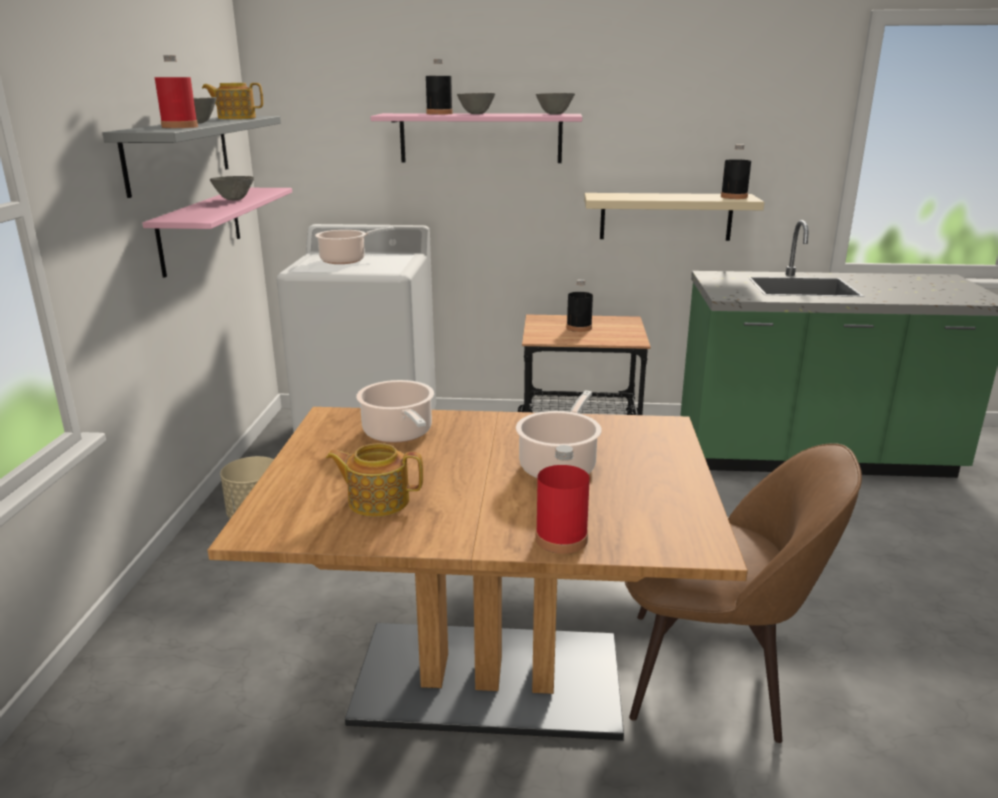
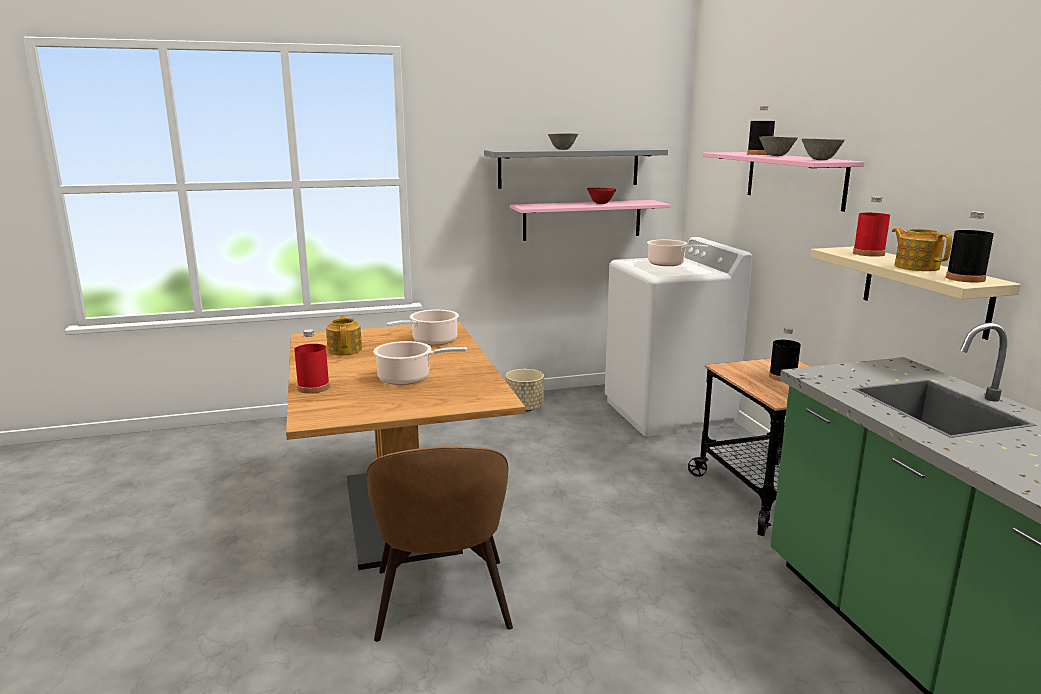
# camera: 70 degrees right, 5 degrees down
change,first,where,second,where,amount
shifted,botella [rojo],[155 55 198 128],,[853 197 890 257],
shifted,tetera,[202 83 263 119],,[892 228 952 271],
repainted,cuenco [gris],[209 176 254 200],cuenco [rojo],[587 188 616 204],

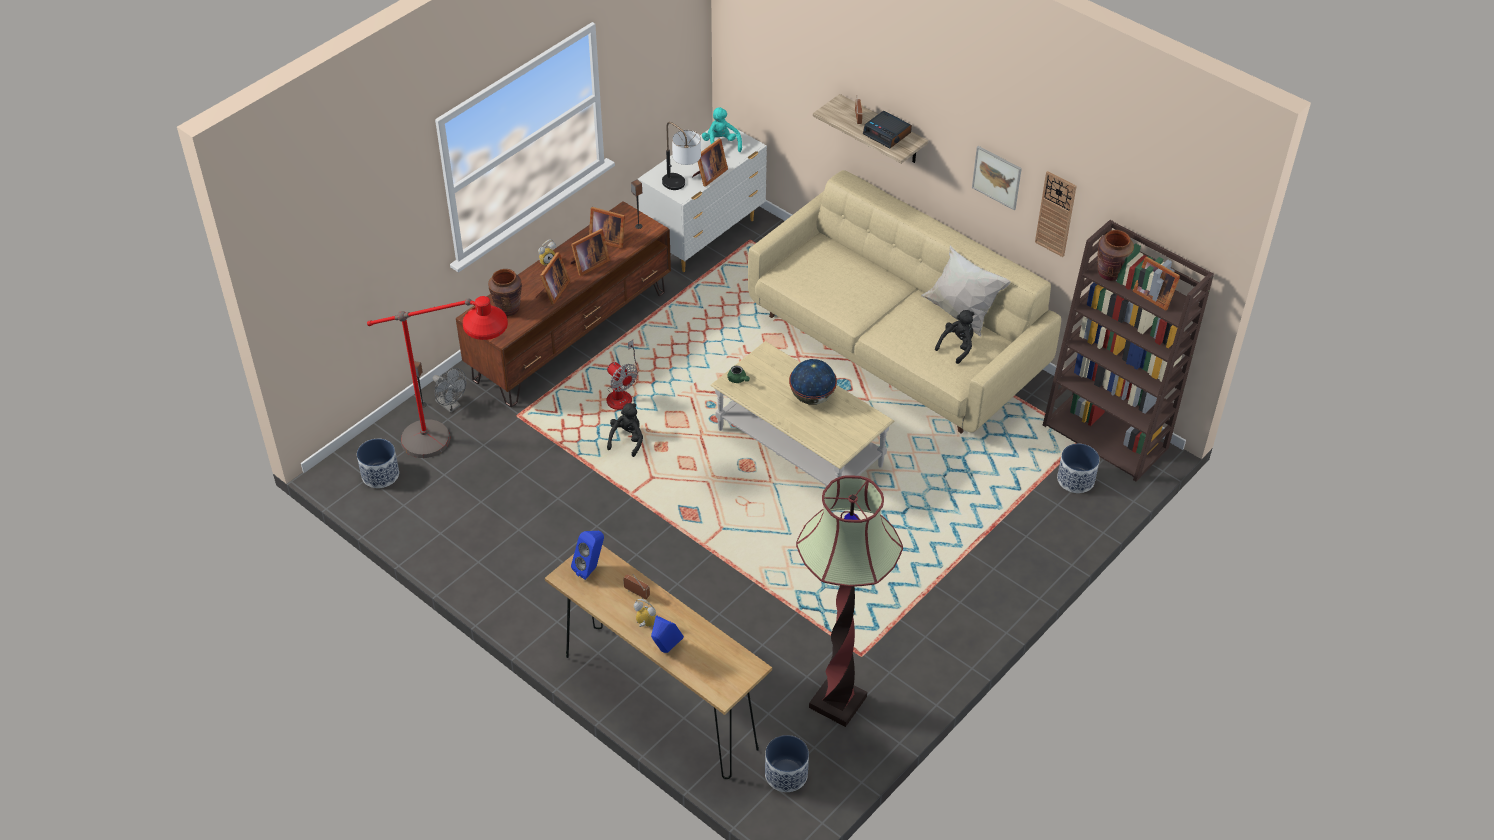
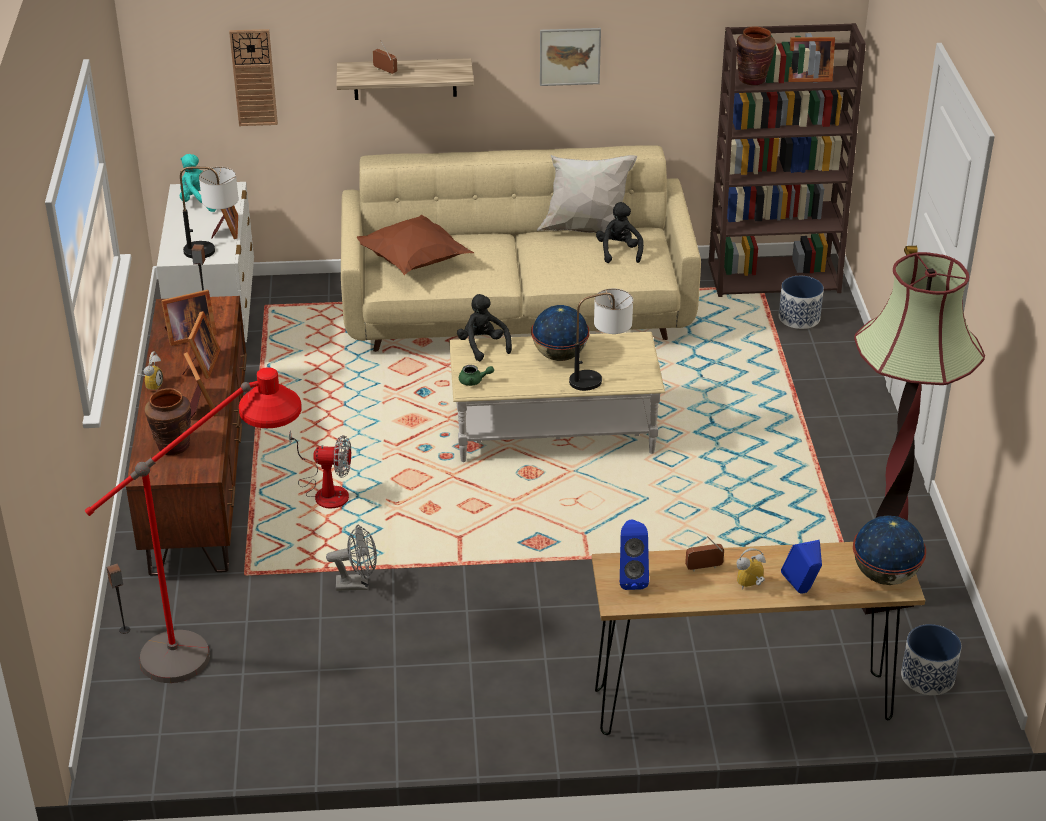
# camera: 45 degrees left, 10 degrees down
change,first,where,second,where,amount
gone,maceta,[357 439 399 488],,,
shifted,ventilador [gris],[432 368 466 413],,[326 524 377 591],
shifted,peluche [negro],[607 403 643 457],,[457 294 512 361],
gone,despertador,[863 111 912 148],,,
shifted,reloj de pared,[1035 171 1077 257],,[229 29 278 126],
new,,,cojín [marrón],[357 215 474 275],
new,,,lámpara de mesa,[569 288 633 391],
new,,,globo terráqueo,[853 515 926 585],

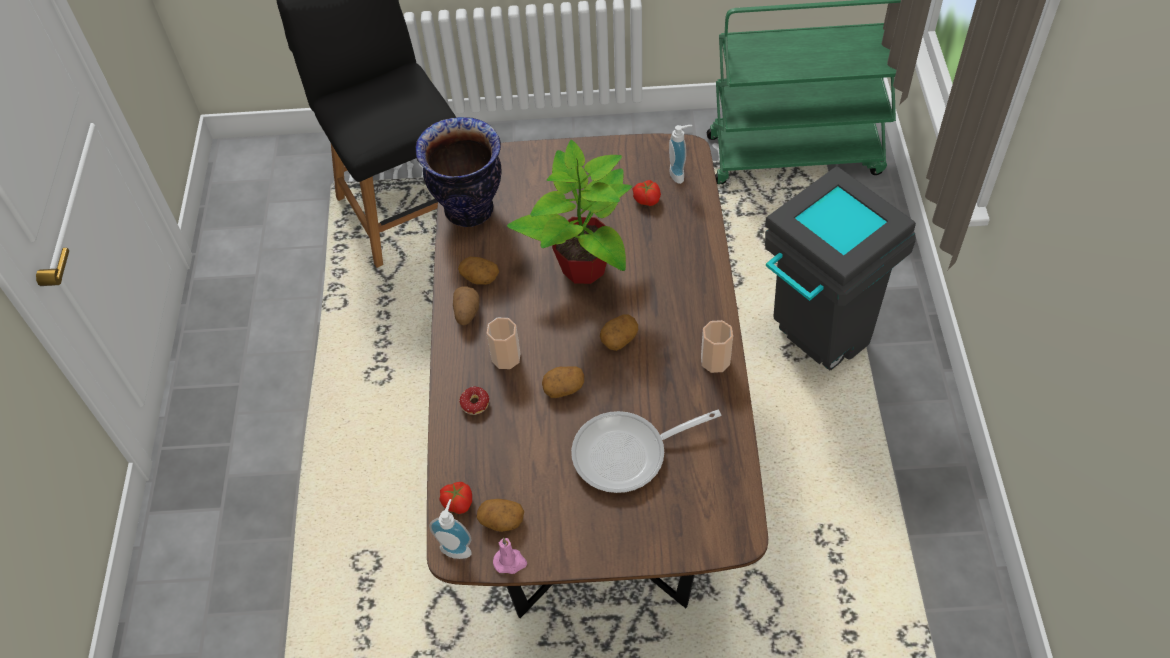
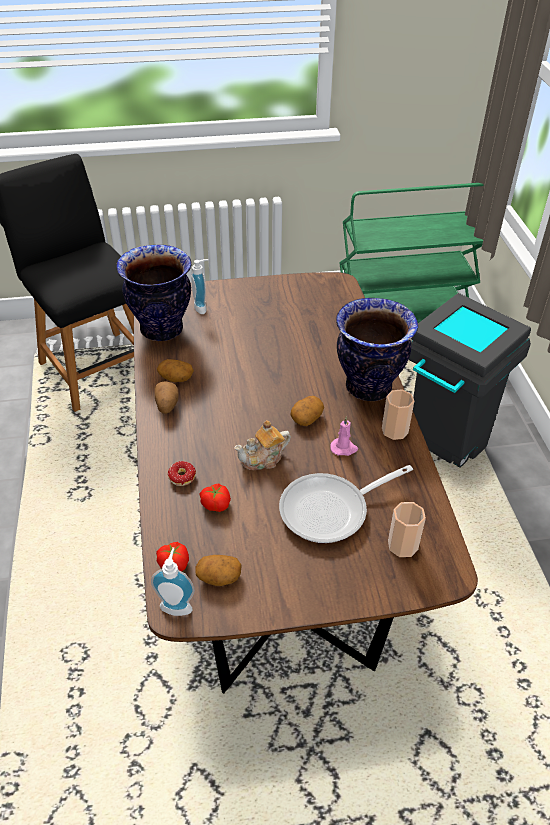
# camera: 10 degrees left, 10 degrees down
change,first,where,second,where,amount
shifted,taza,[486 318 521 369],,[388 502 426 557],
shifted,vela [rosa],[493 538 527 574],,[330 416 358 456],
gone,planta en maceta,[507 140 632 284],,,
swapped,patata,[542 366 584 398],tetera,[234 420 291 470],
shifted,tomate,[632 180 661 206],,[199 484 231 512],
shifted,dispensador de jabón,[669 125 692 184],,[191 259 209 314],
new,,,florero,[336 298 418 401],

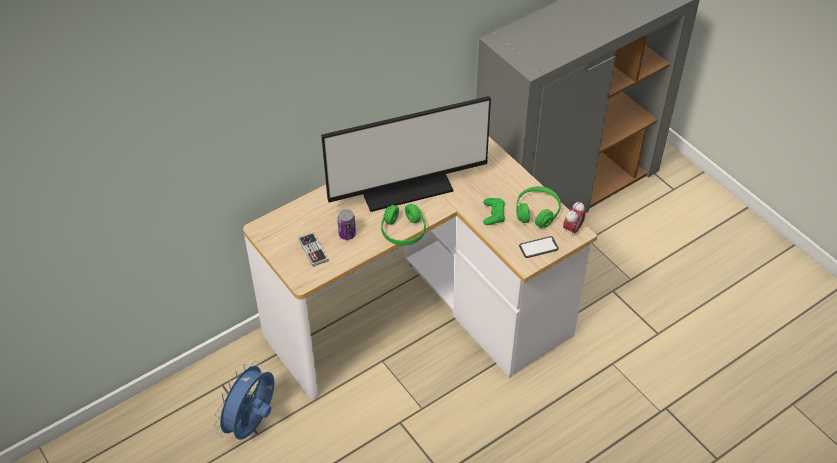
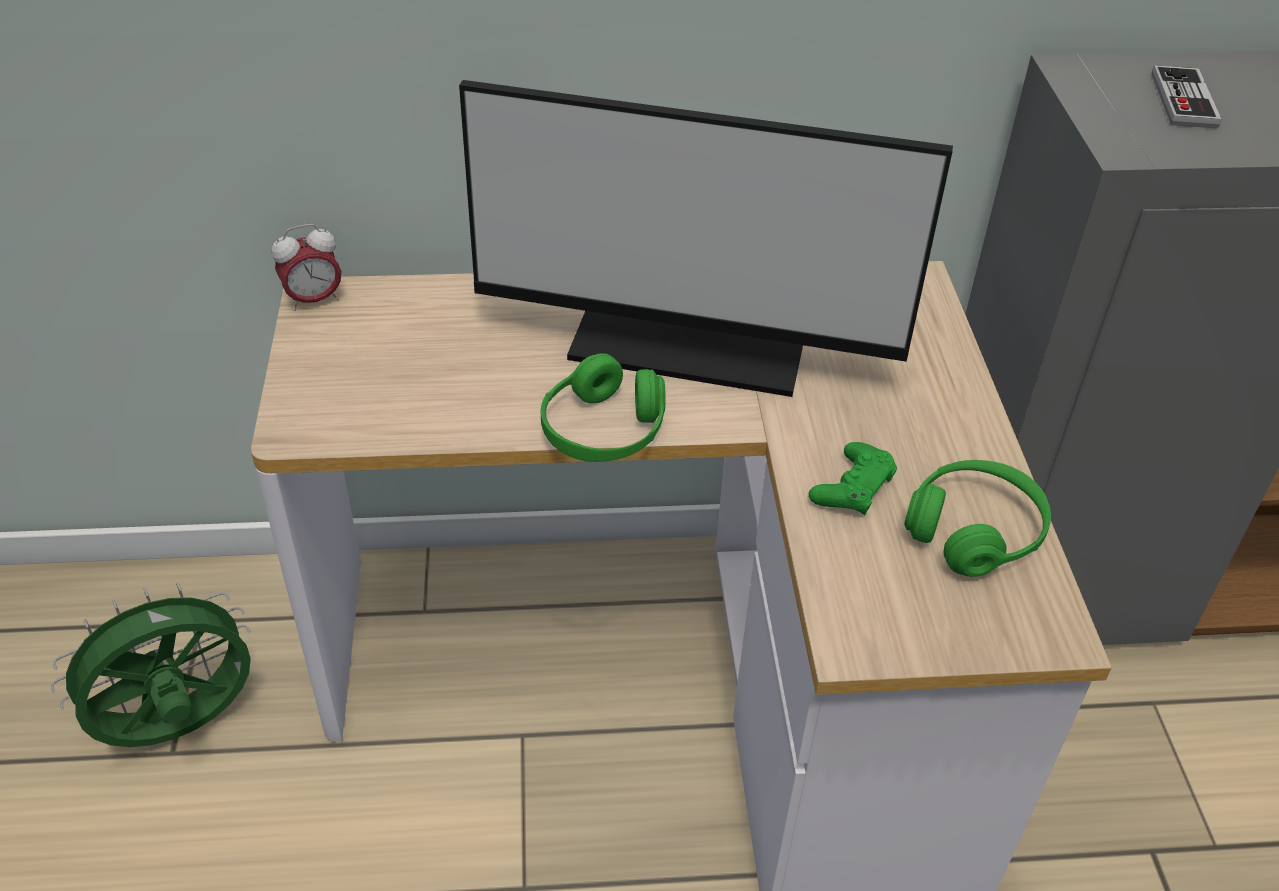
# camera: 30 degrees right, 5 degrees down
change,first,where,second,where,amount
repainted,ventilador [azul],[214 361 275 440],ventilador [verde],[51 583 251 747],
shifted,mando de consola,[298 232 329 267],,[1151 65 1221 129],
gone,lata,[337 210 356 240],,,
gone,móvil,[519 236 559 258],,,
shifted,despertador,[563 202 586 237],,[272 224 341 311],

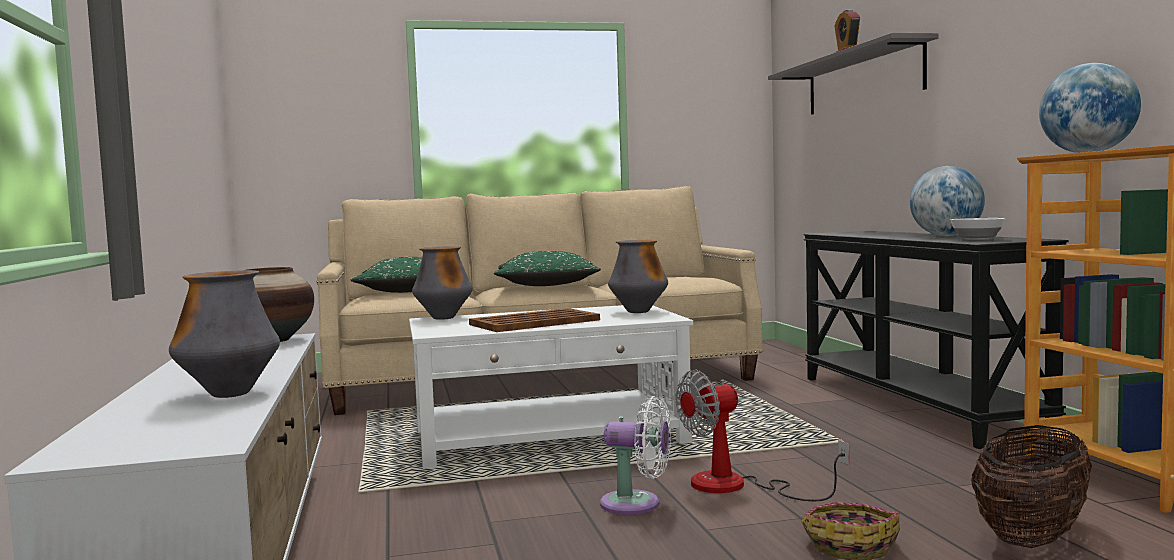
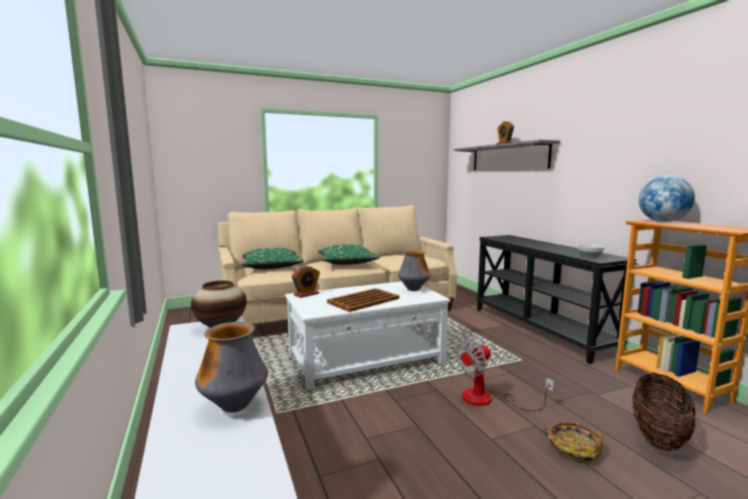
# camera: 10 degrees left, 5 degrees up
change,first,where,second,where,amount
swapped,florero,[412 246 473 320],despertador,[292 266 320 298],
gone,ventilador [blanco],[600 396 671 515],,,
gone,globo terráqueo,[910 166 985 236],,,

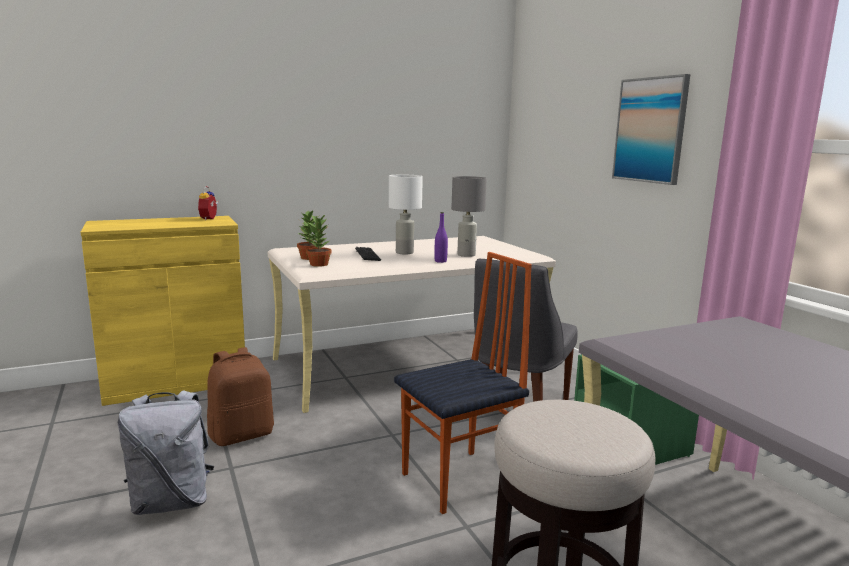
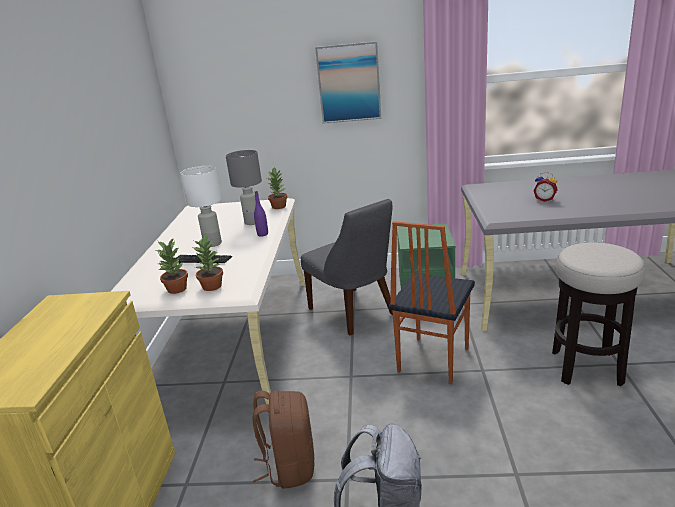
# camera: 60 degrees left, 10 degrees up
change,first,where,second,where,amount
shifted,despertador,[198 186 219 220],,[533 172 558 202],
rotated,silla,[394 252 532 514],,[389 221 475 384],150 degrees counterclockwise
new,,,planta en maceta,[267 167 287 209],

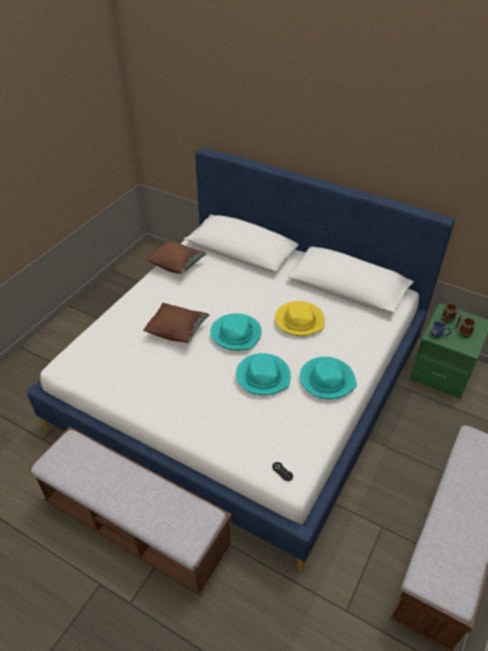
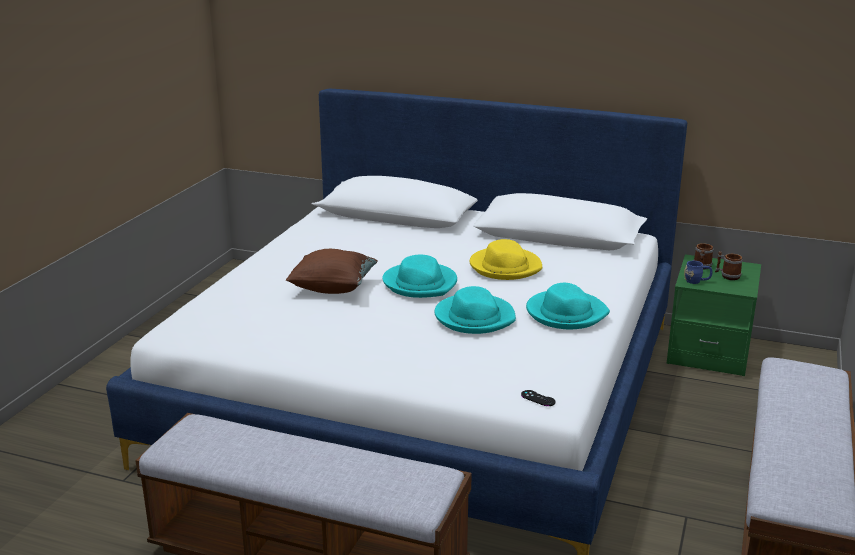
# camera: 10 degrees left, 20 degrees down
change,first,where,second,where,amount
gone,cojín [marrón],[146 241 206 274],,,

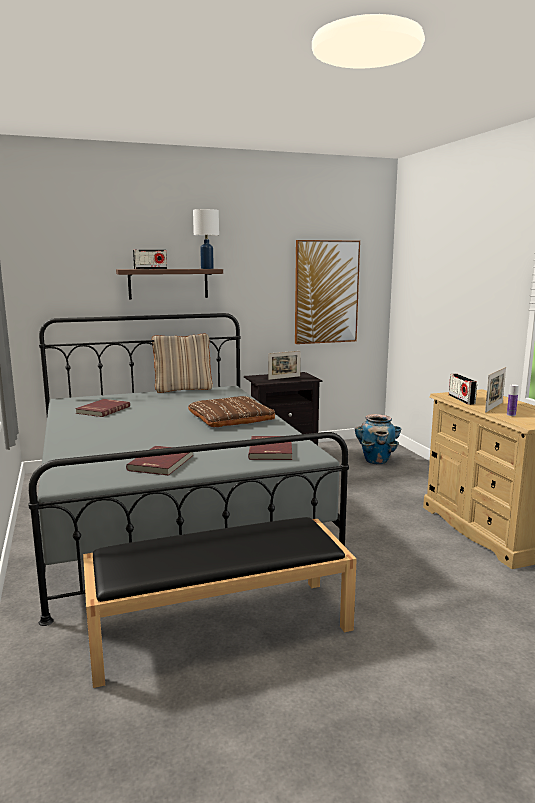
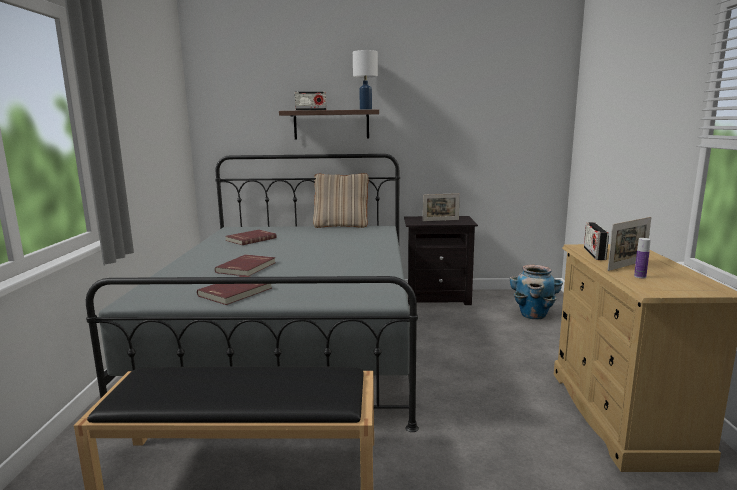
# camera: 20 degrees right, 0 degrees up
change,first,where,second,where,amount
gone,cojín [marrón],[188 396 275 427],,,
shifted,libro [rojo],[248 436 292 460],,[215 254 276 276],
gone,cuadro,[295 240 360 344],,,

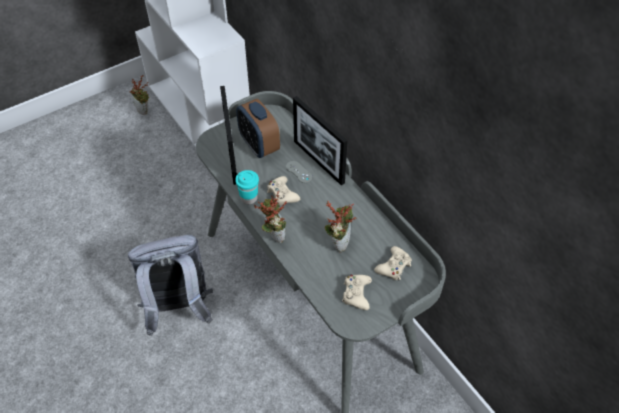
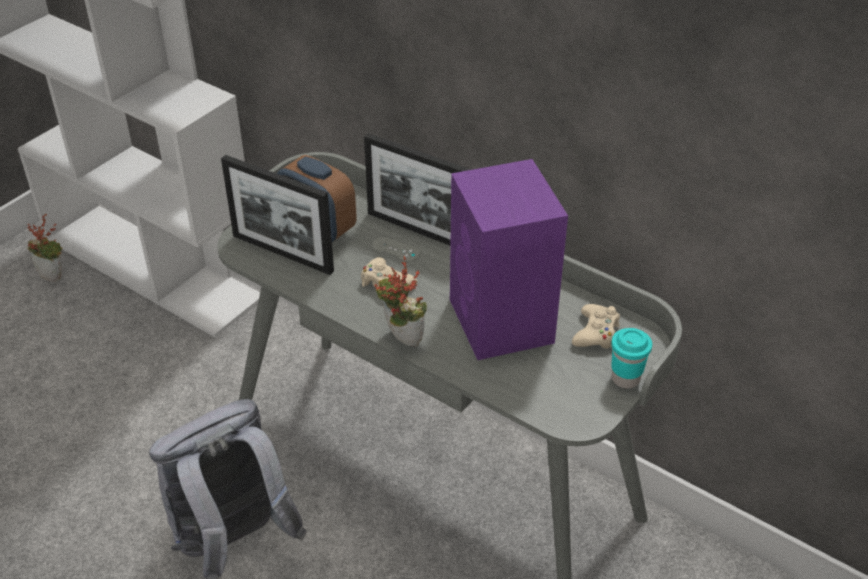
# camera: 20 degrees left, 10 degrees down
change,first,where,second,where,amount
rotated,portarretratos,[220 86 237 185],,[221 155 334 275],150 degrees clockwise
shifted,taza [turquesa],[235 170 259 204],,[611 328 652 389],
swapped,planta en maceta,[325 201 357 253],altavoz [morado],[450 159 568 360],
gone,mando de consola [beis],[342 275 372 310],,,

